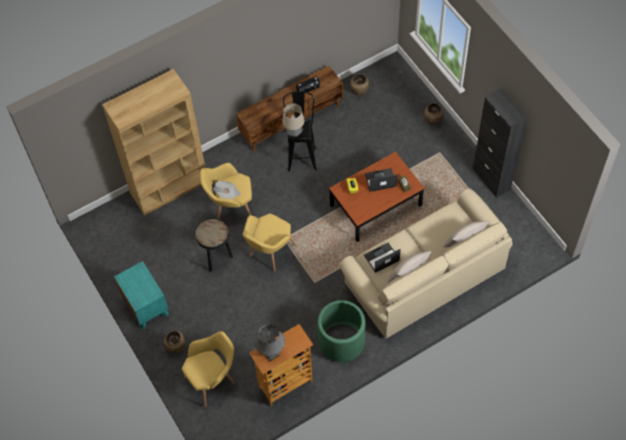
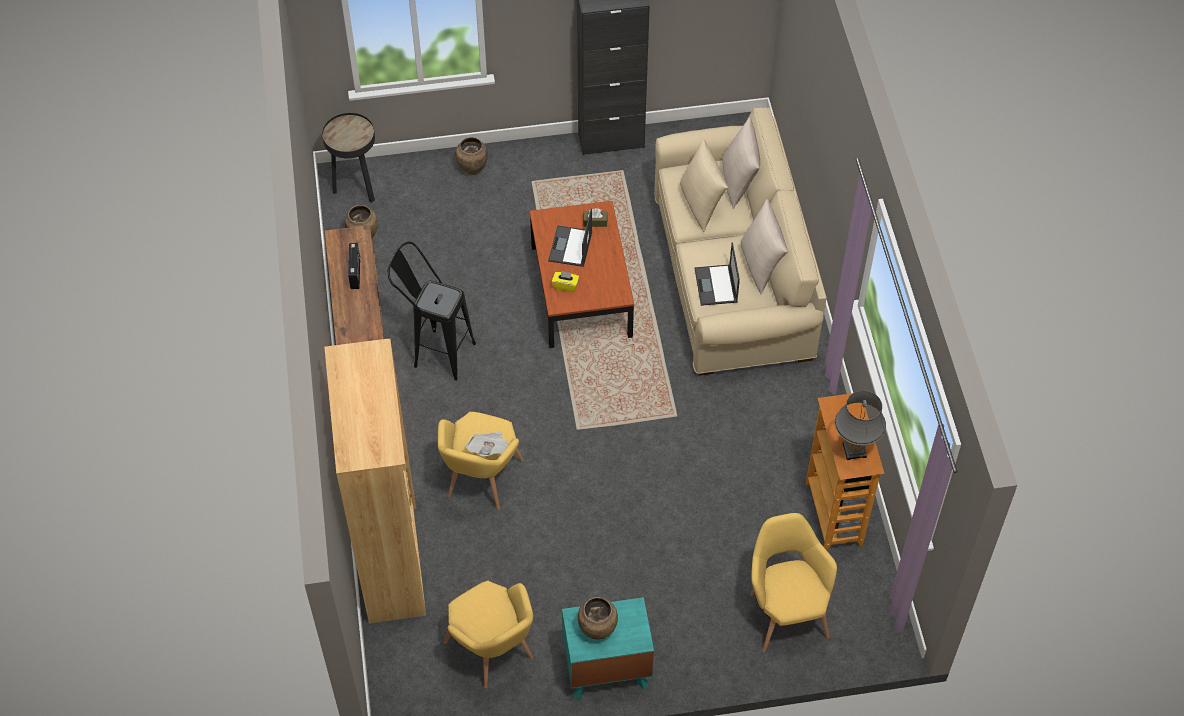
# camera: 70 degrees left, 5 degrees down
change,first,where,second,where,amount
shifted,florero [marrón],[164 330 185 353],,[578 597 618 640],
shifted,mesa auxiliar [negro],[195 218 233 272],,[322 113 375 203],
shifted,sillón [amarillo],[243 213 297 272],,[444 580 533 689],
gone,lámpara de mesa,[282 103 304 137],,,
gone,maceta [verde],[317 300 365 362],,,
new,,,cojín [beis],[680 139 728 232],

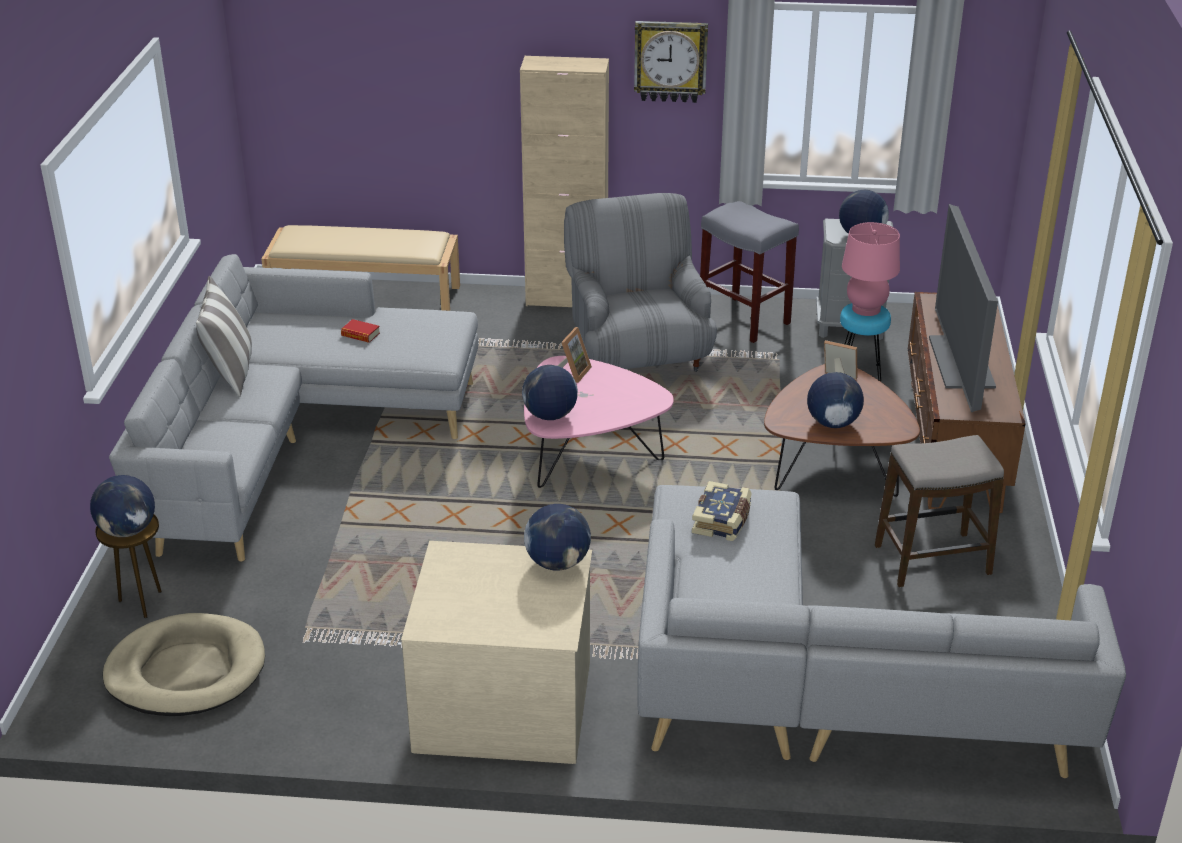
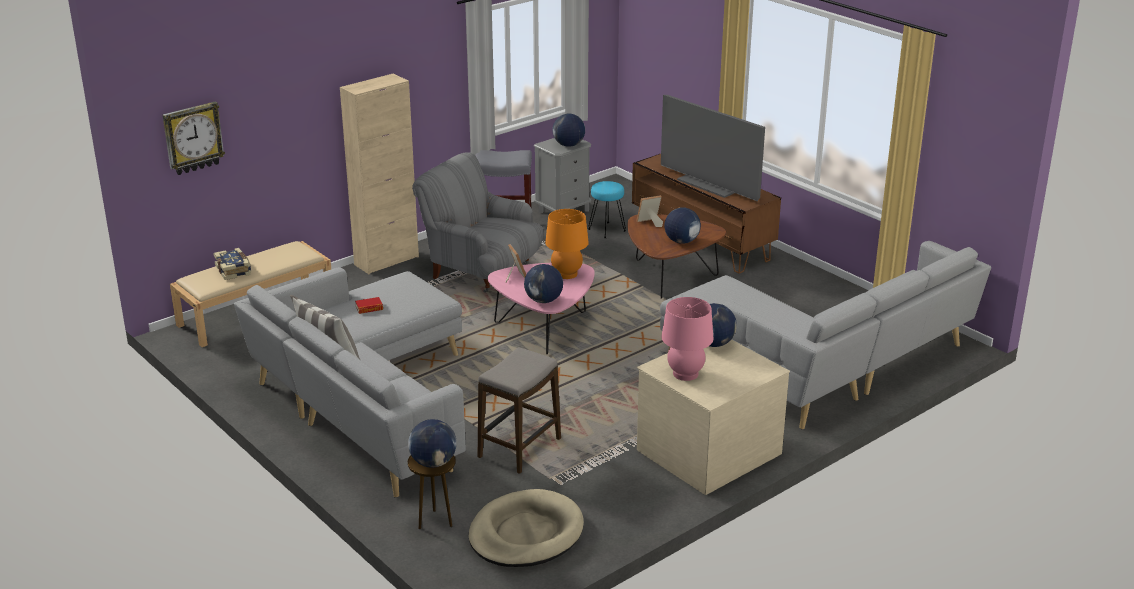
# camera: 45 degrees left, 5 degrees down
change,first,where,second,where,amount
shifted,reloj de pared,[634 21 708 103],,[162 101 225 175],
shifted,libro,[692 481 752 541],,[213 248 252 280],
shifted,lámpara de mesa [rosa],[842 222 900 316],,[661 297 713 381],
shifted,taburete,[875 435 1004 587],,[478 347 561 474],
new,,,lámpara de mesa [naranja],[545 209 589 279],

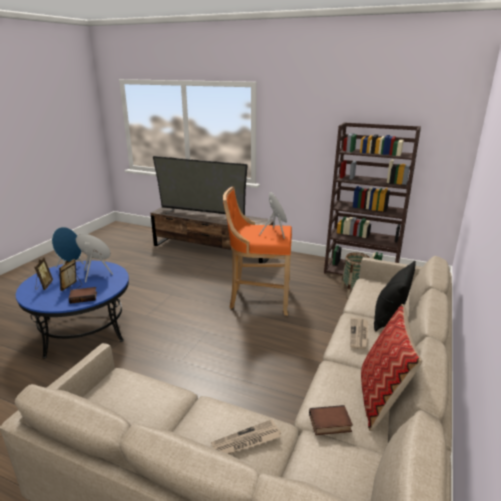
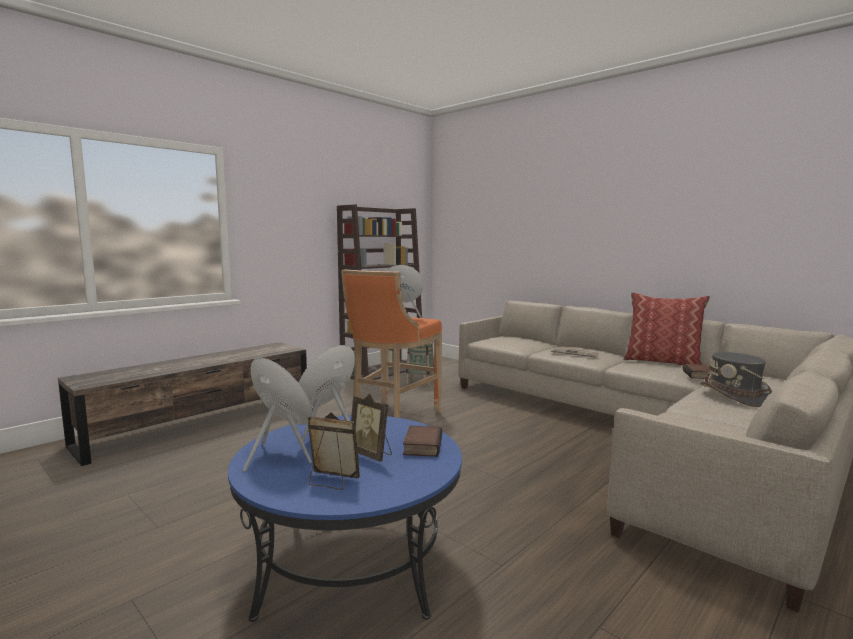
# camera: 70 degrees left, 15 degrees down
change,first,where,second,where,amount
gone,televisor,[153 156 248 215],,,
swapped,periódico,[211 419 281 454],sombrero [gris],[700 352 772 407],
gone,cojín [negro],[374 261 416 331],,,

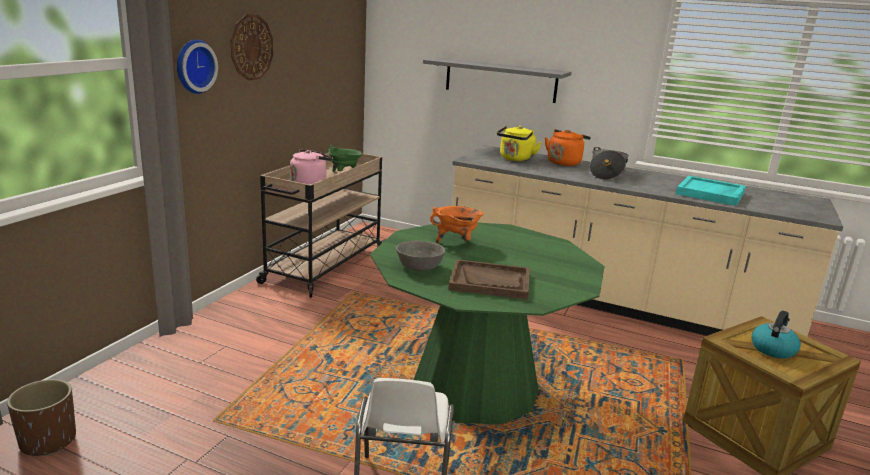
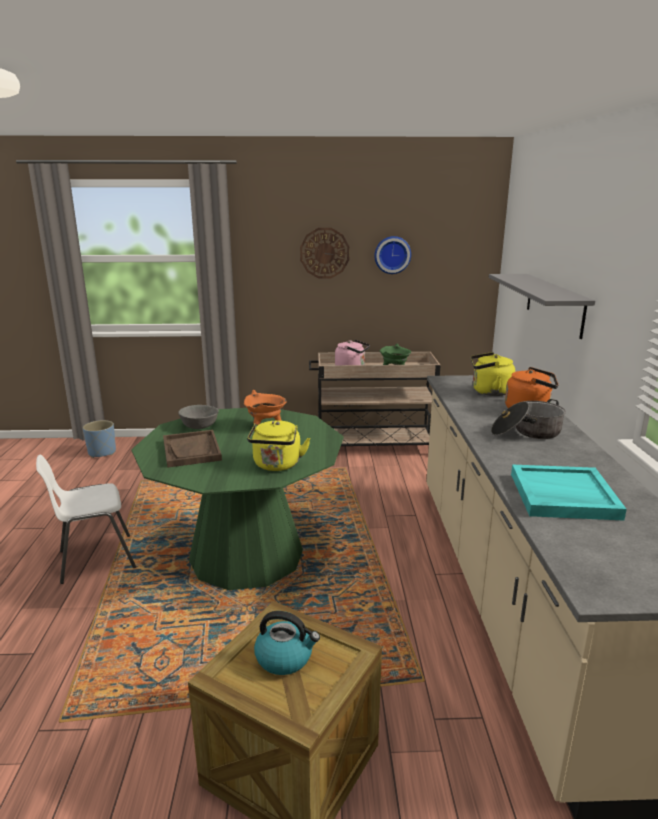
# camera: 65 degrees right, 0 degrees up
change,first,where,second,where,amount
repainted,maceta [marrón],[7 379 76 456],maceta [azul],[83 420 116 458],
shifted,reloj de pared,[177 40 218 94],,[374 236 411 274],
new,,,hervidor [amarillo],[247 421 311 471],

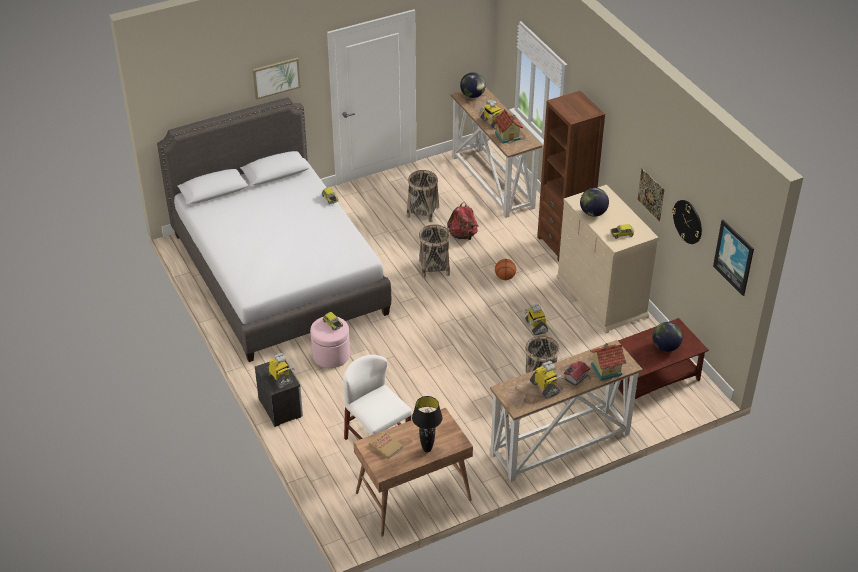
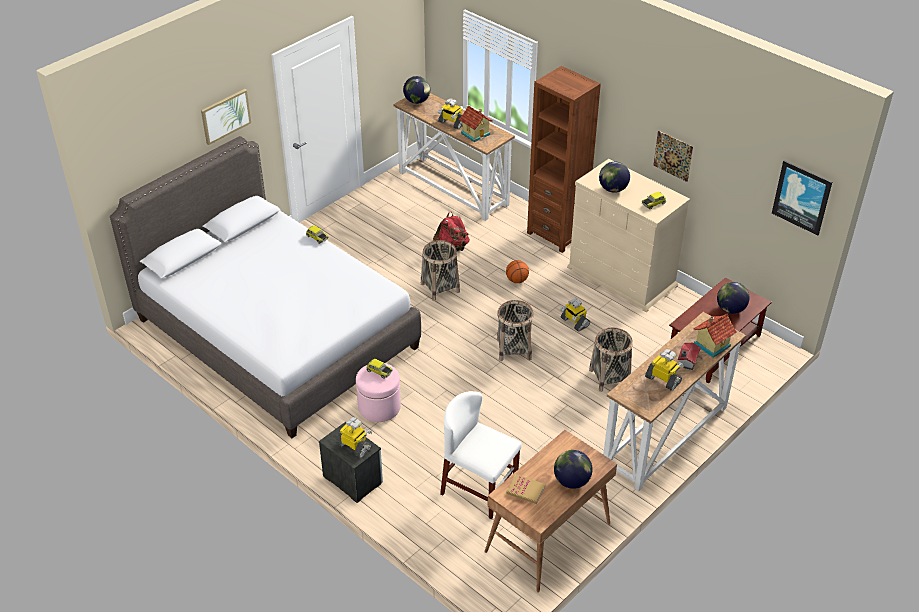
# camera: 20 degrees left, 0 degrees up
change,first,where,second,where,amount
shifted,cesta,[407 170 439 222],,[497 300 534 361],
swapped,lámpara de mesa [negro],[412 396 443 453],globo terráqueo,[554 450 593 489],
gone,reloj de pared,[672 200 702 244],,,

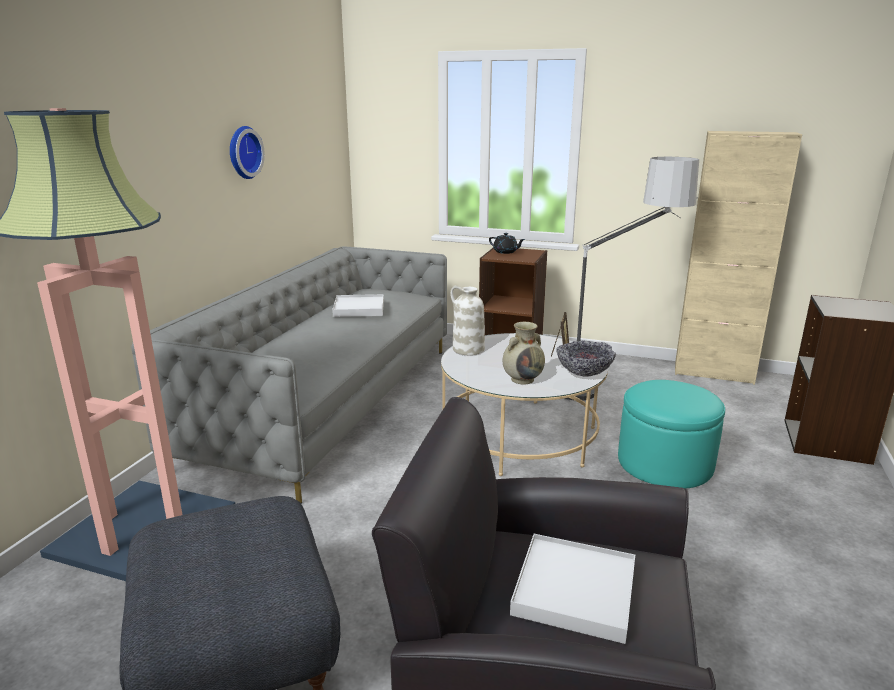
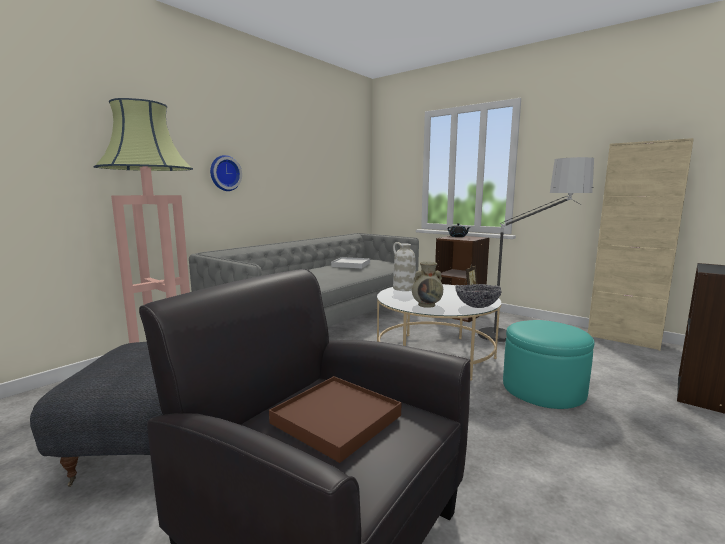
# camera: 20 degrees right, 10 degrees down
change,first,where,second,where,amount
shifted,reloj de pared,[230 126 265 179],,[210 155 242 191],
repainted,bandeja [blanco],[510 534 635 644],bandeja [marrón],[269 376 401 463],

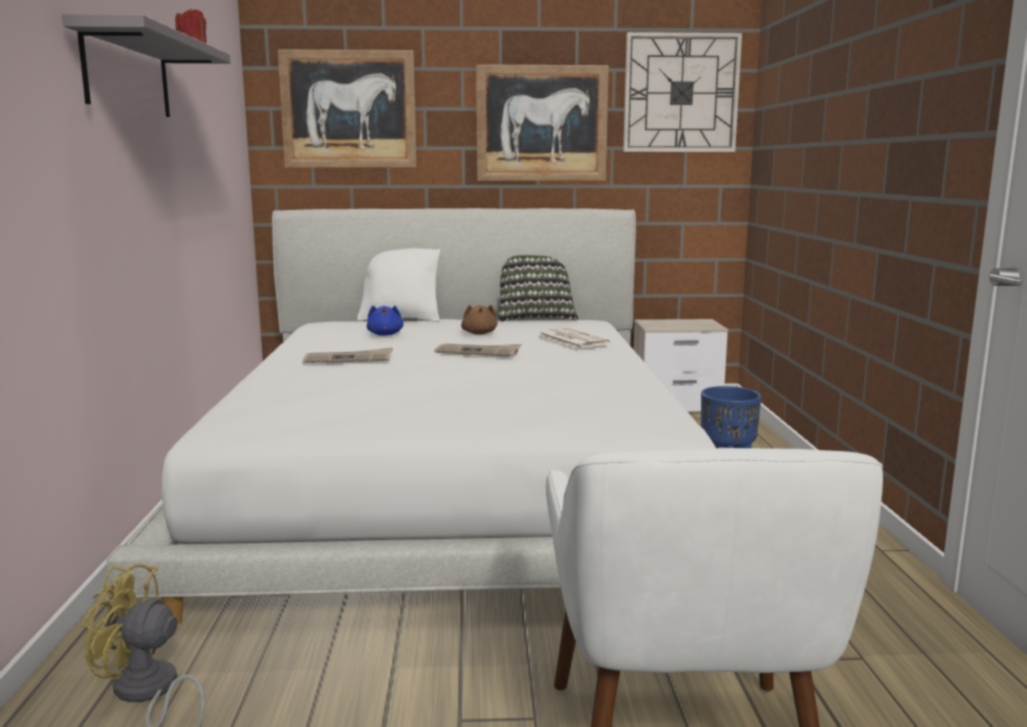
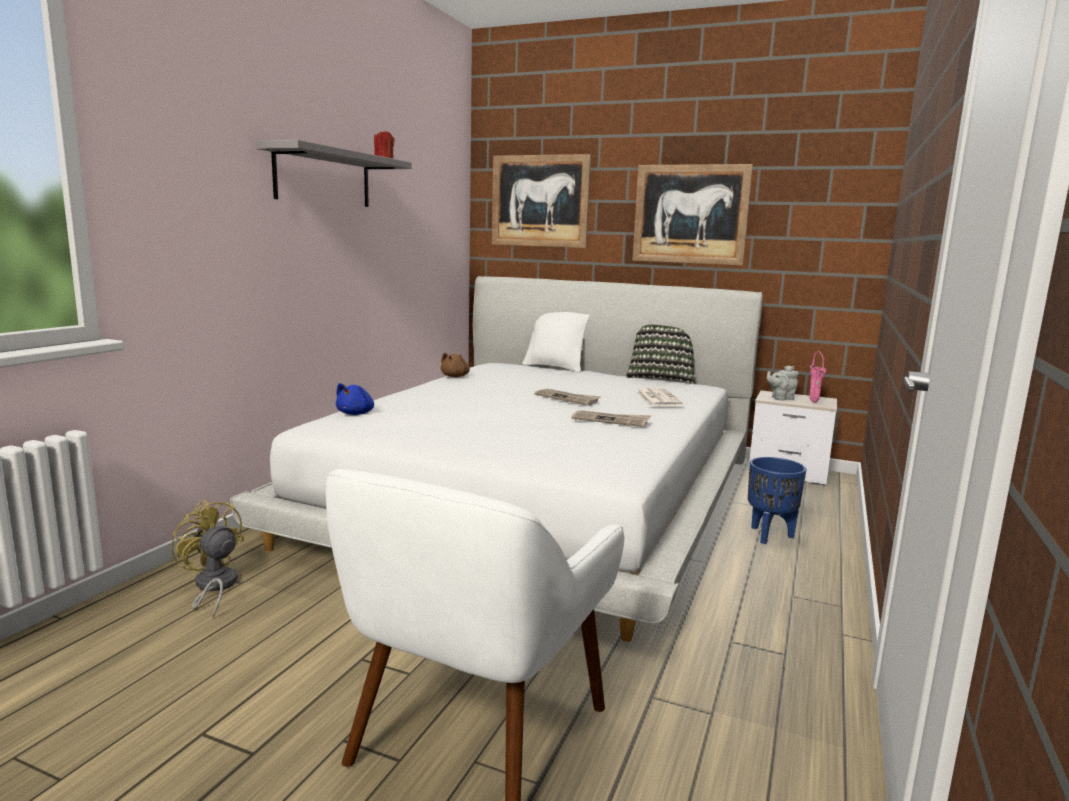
# camera: 25 degrees right, 0 degrees up
change,first,where,second,where,amount
shifted,periódico,[303 348 393 363],,[571 410 651 427],
shifted,peluche [azul],[367 305 404 336],,[335 383 374 415],
shifted,peluche [marrón],[461 305 498 335],,[441 353 470 377],
gone,reloj de pared,[623 32 742 152],,,
new,,,tetera [gris],[767 365 799 401],
new,,,florero [rosa],[809 351 826 403],

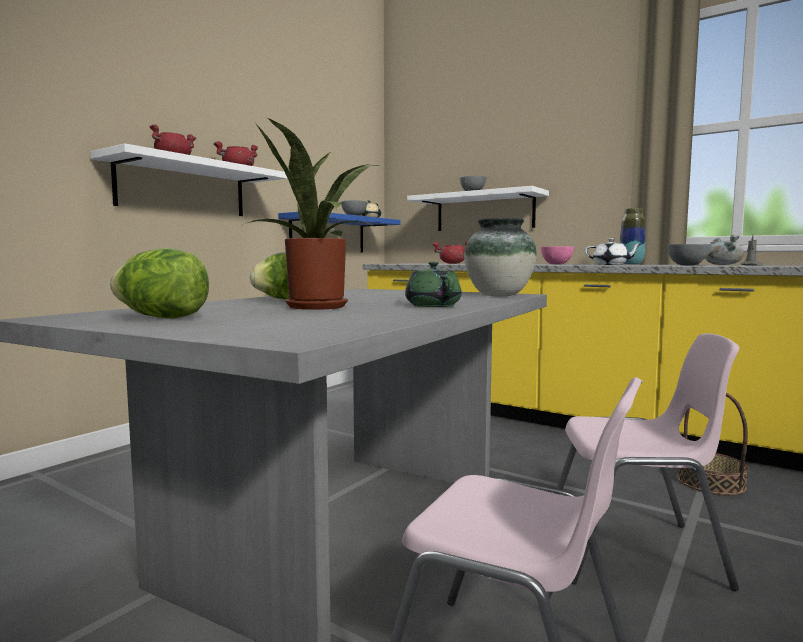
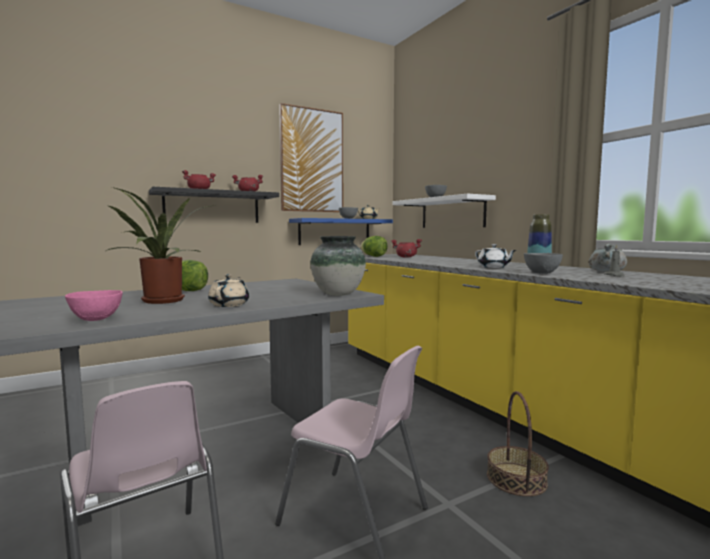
# camera: 25 degrees right, 0 degrees up
change,first,where,second,where,amount
repainted,estante [blanco],[91 143 287 216],estante [negro],[149 187 279 223],
shifted,lechuga,[110 248 209 319],,[360 236 388 257],
repainted,tetera [verde],[405 262 462 307],tetera [beis],[208 274 249 307],
shifted,cuenco [rosa],[541 246 574 265],,[65 290 123 321],
new,,,cuadro,[279 103 343 212],

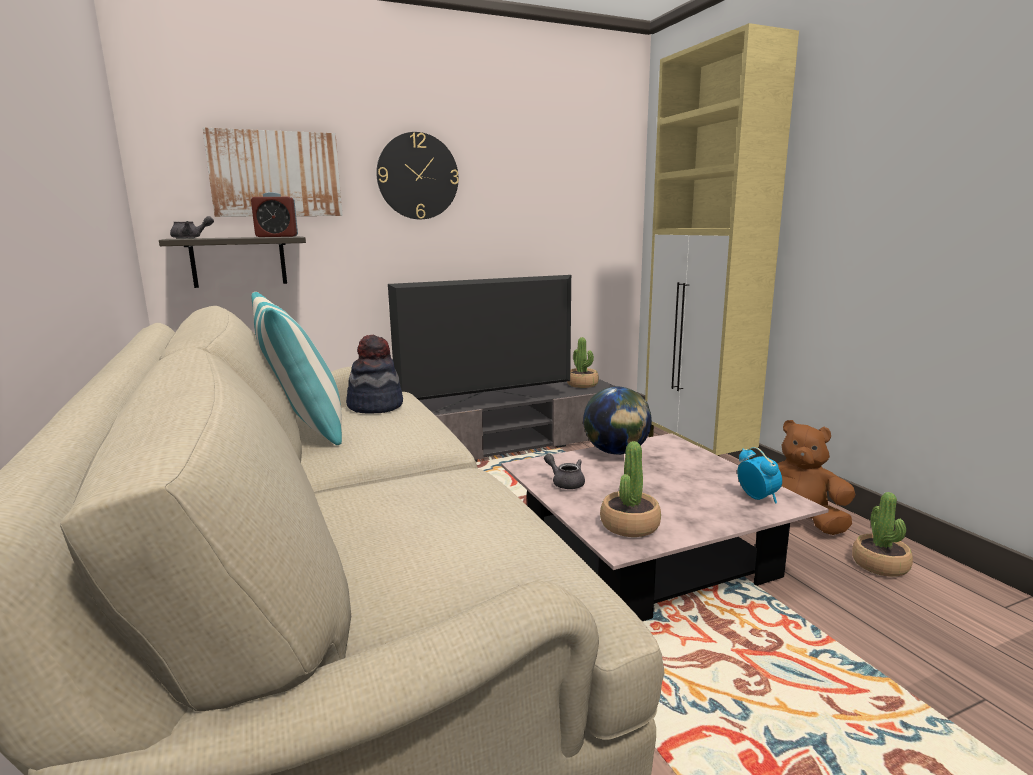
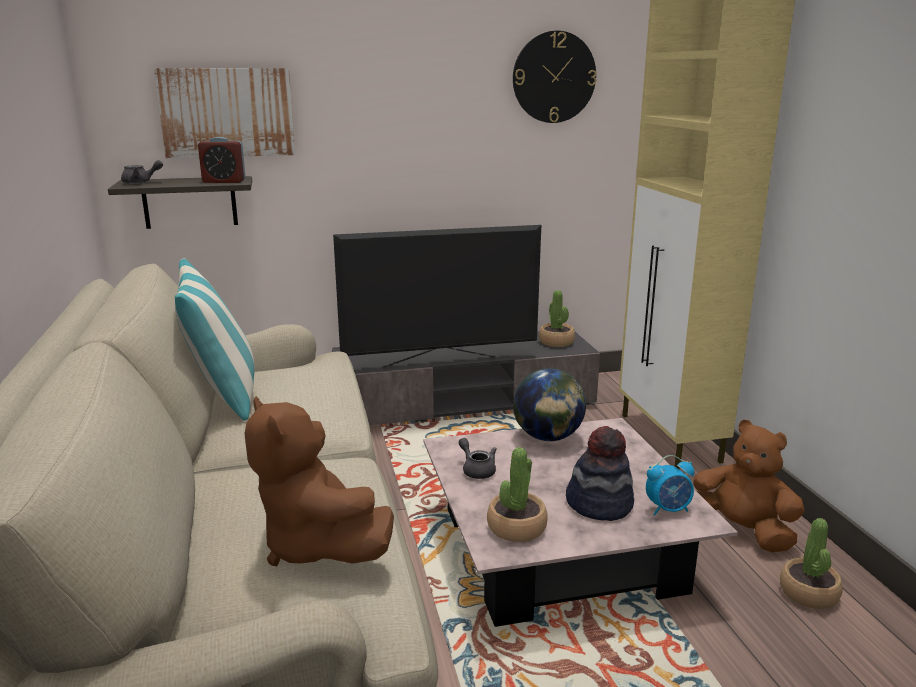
# camera: 10 degrees right, 5 degrees up
change,first,where,second,where,amount
shifted,sombrero,[346 335 403 414],,[566 426 634 521],
shifted,reloj de pared,[376 132 459 219],,[513 31 597 123],
rotated,despertador,[737 447 782 504],,[646 455 694 516],90 degrees clockwise
new,,,peluche [marrón],[245 396 394 566],

